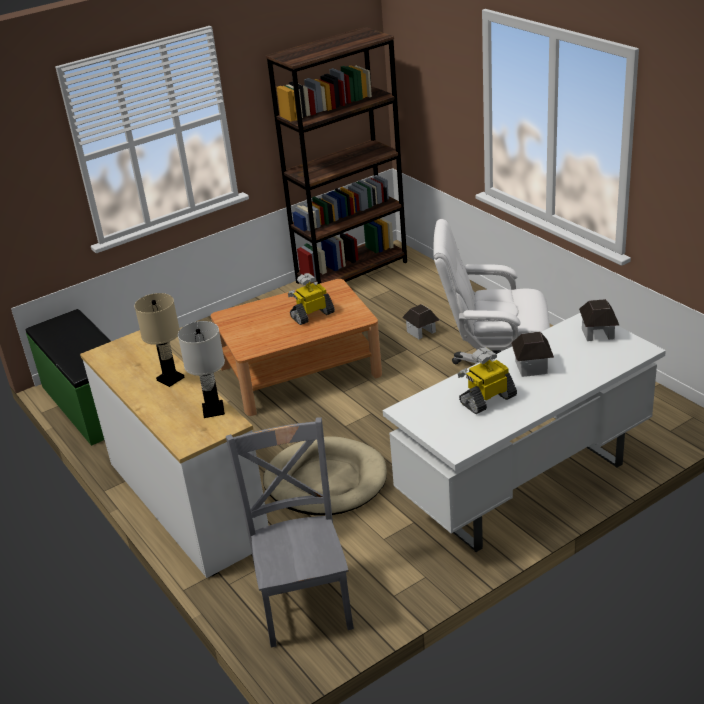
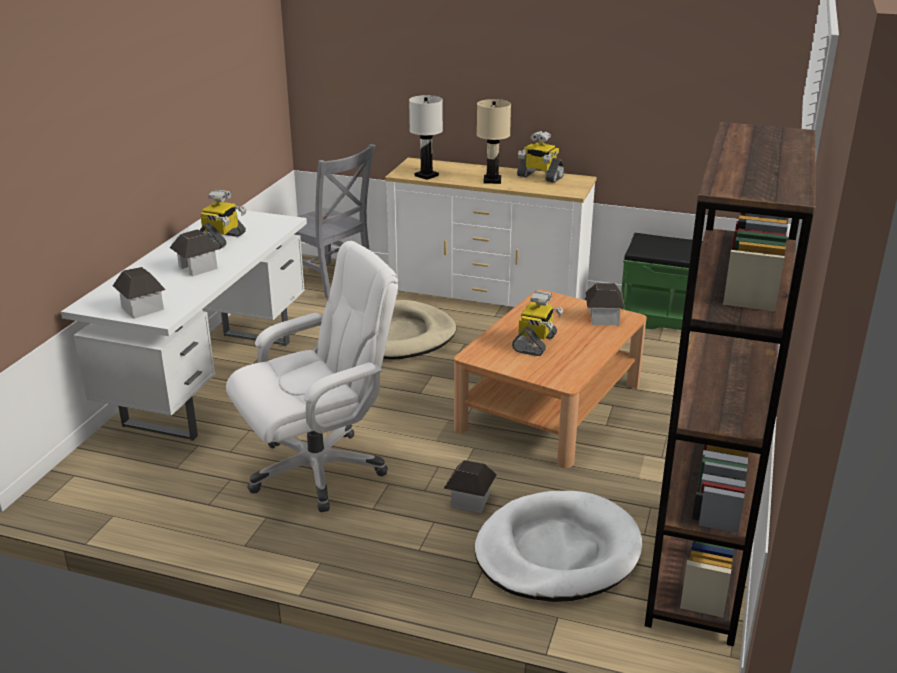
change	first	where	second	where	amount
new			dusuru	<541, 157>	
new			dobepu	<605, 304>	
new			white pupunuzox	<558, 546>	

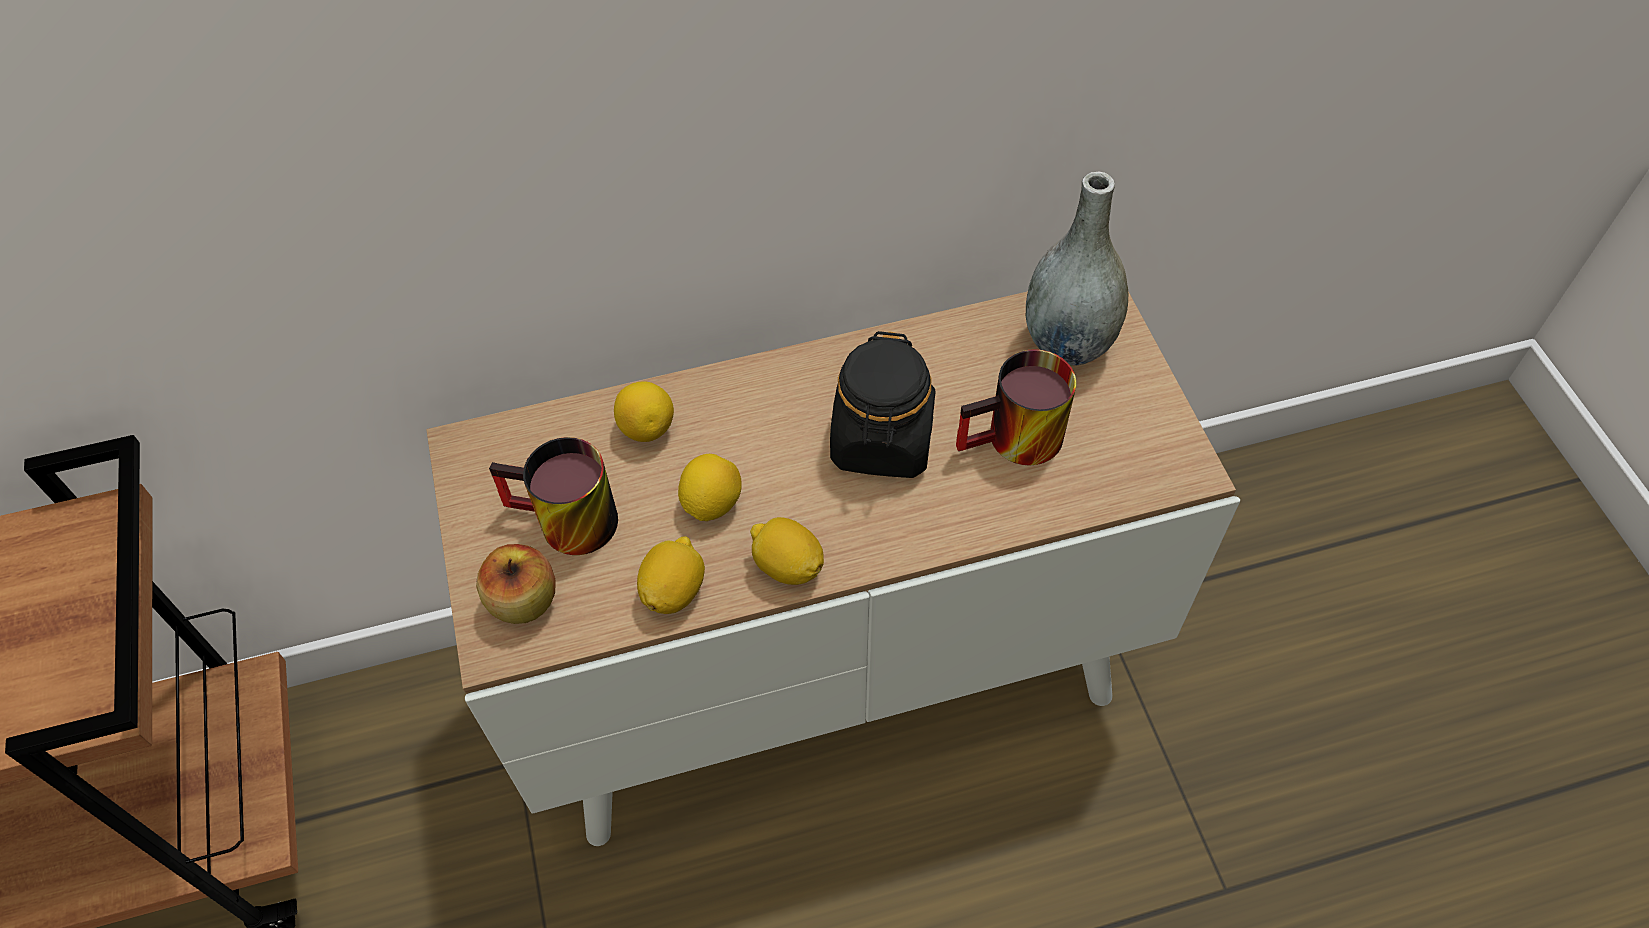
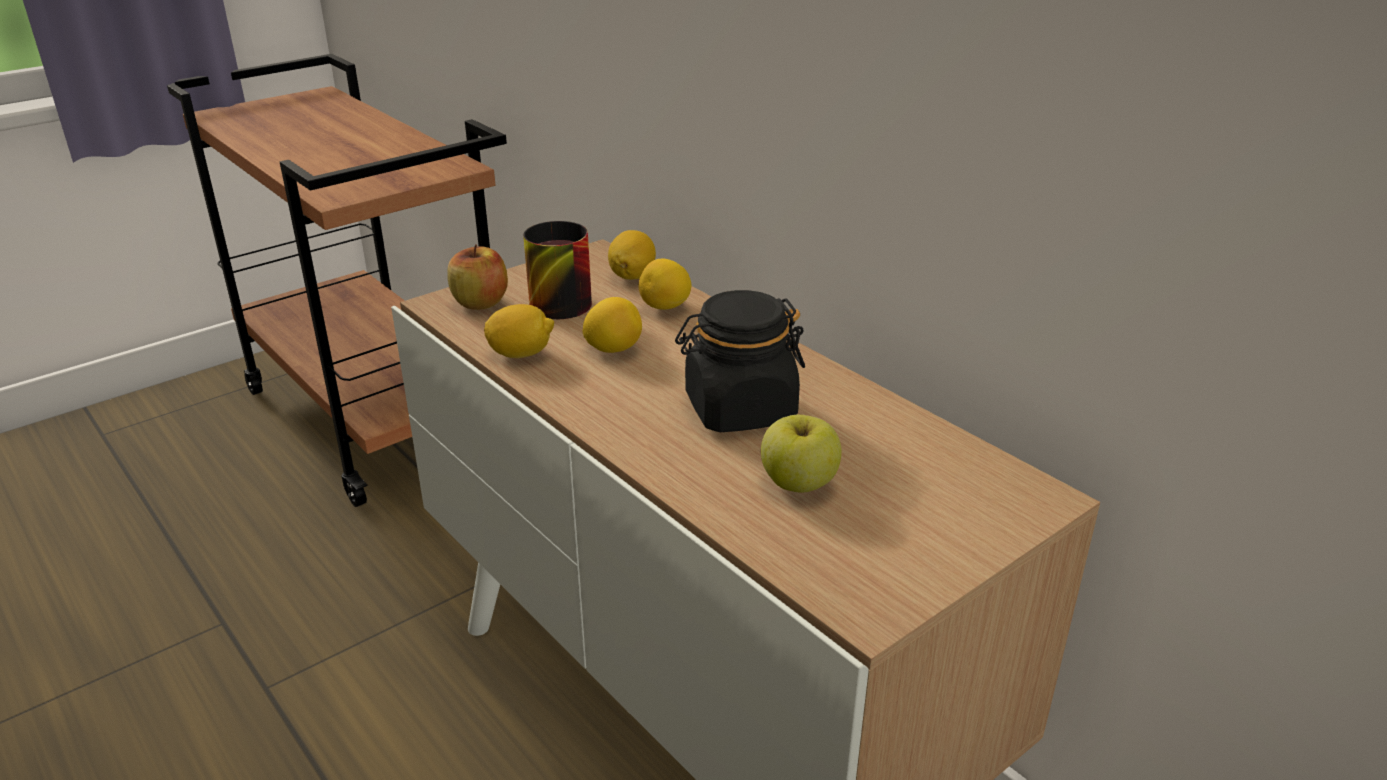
change	first	where	second	where	amount
gone	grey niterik	<1077, 269>			
swapped	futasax	<1016, 407>	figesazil	<801, 454>	
shifted	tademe	<787, 551>		<632, 255>	

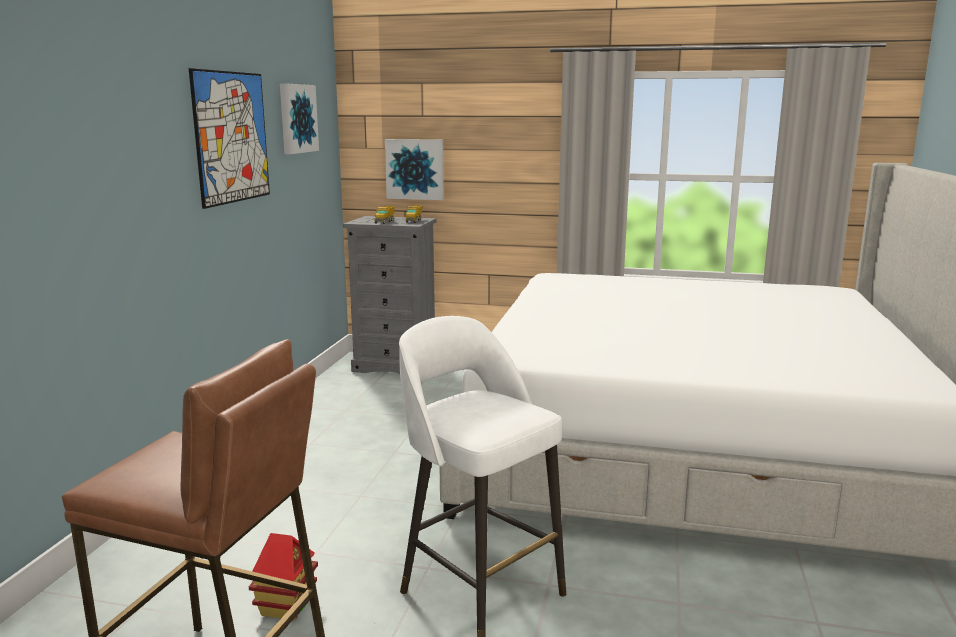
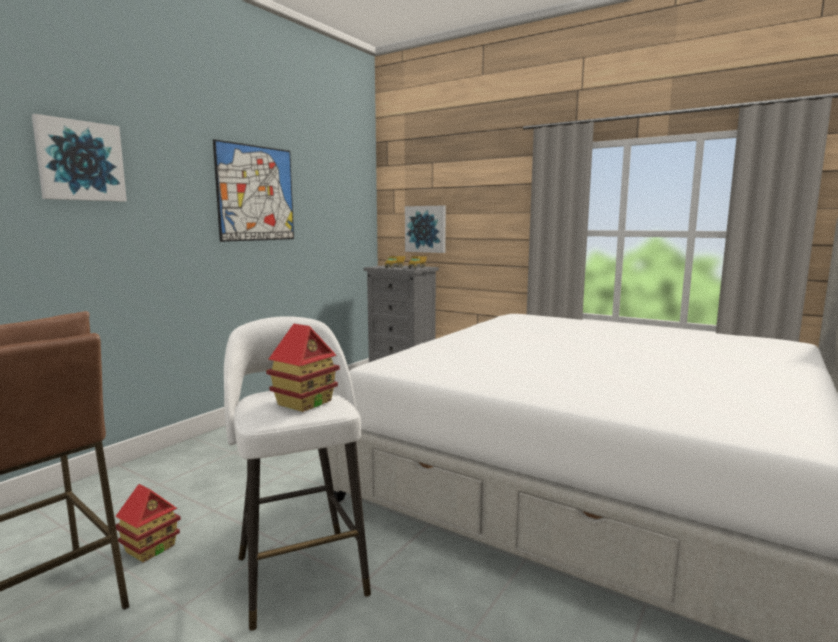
change	first	where	second	where	amount
shifted	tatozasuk	<299, 118>		<79, 158>	
new			dobepu	<302, 368>	

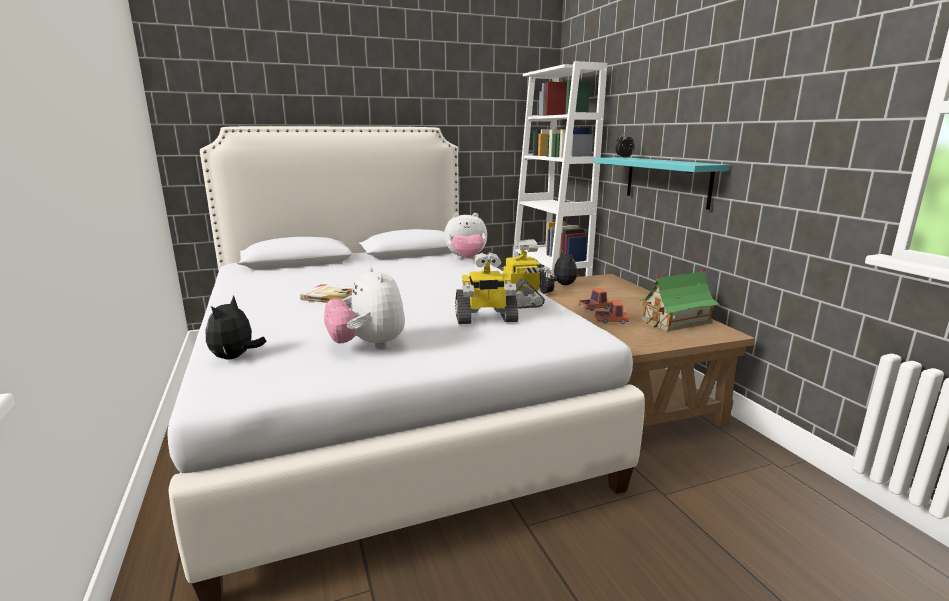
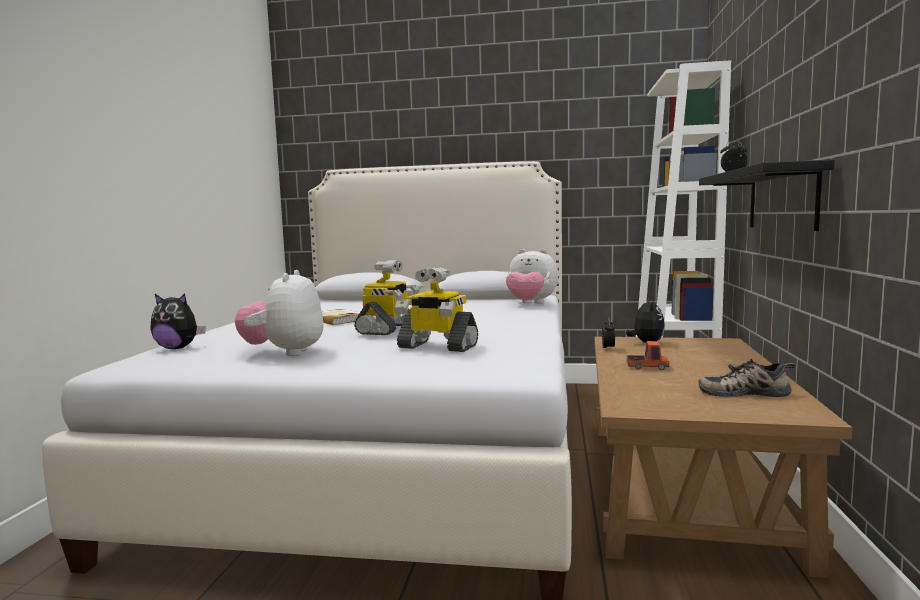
change	first	where	second	where	amount
repainted	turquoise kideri	<661, 183>	black kideri	<767, 195>	
shifted	dusuru	<527, 274>		<387, 297>	
swapped	dobepu	<678, 299>	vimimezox	<746, 378>	
rotated	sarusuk	<236, 327>		<178, 321>	120 degrees counterclockwise
gone	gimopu	<612, 312>			

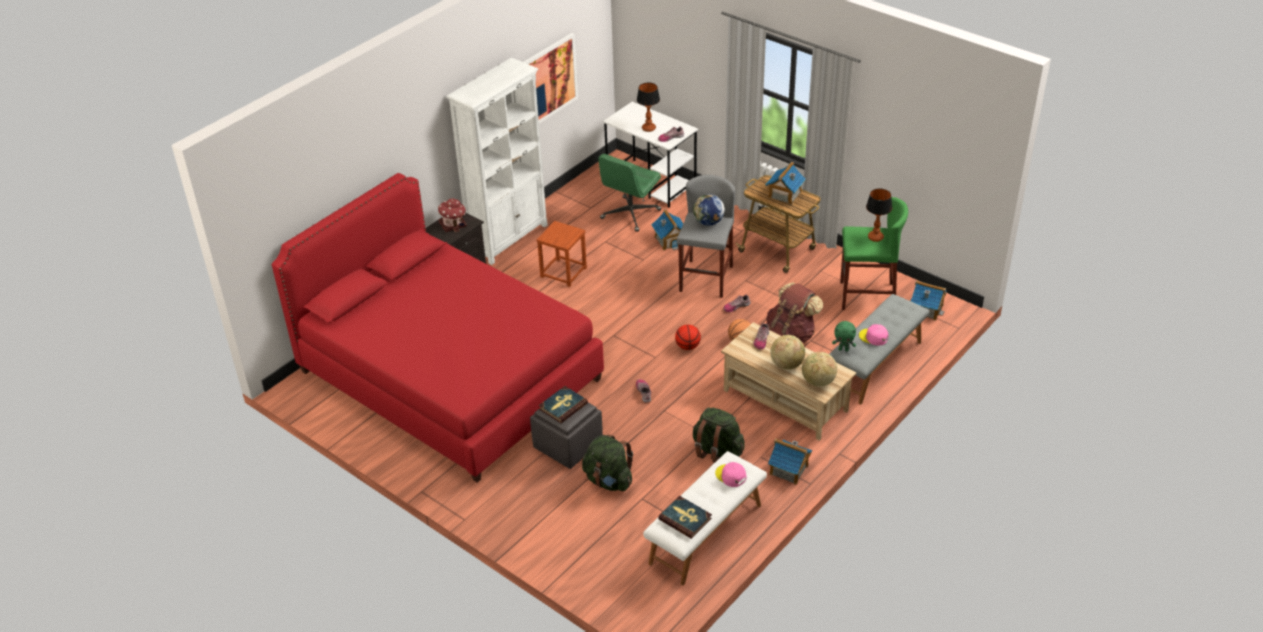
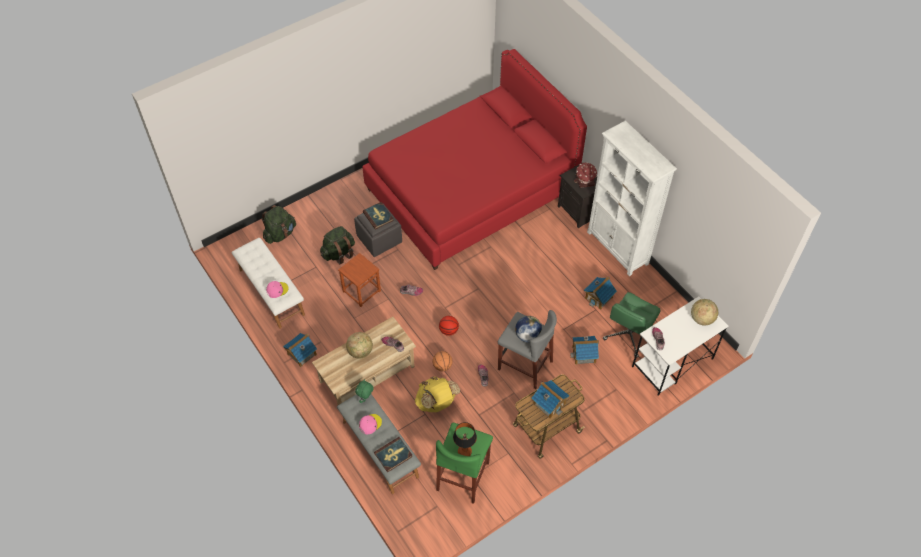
change	first	where	second	where	amount
gone	tatozasuk	<551, 78>			
gone	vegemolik	<648, 107>			
rotated	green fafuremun	<629, 193>		<632, 325>	105 degrees counterclockwise
shifted	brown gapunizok	<561, 254>		<359, 280>	
shifted	dobepu	<929, 300>		<600, 293>	
repainted	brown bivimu	<794, 312>	yellow bivimu	<437, 394>	
shifted	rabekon	<819, 369>		<704, 312>	
shifted	green bivimu	<719, 435>		<279, 224>	
shifted	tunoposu	<685, 517>		<393, 455>	

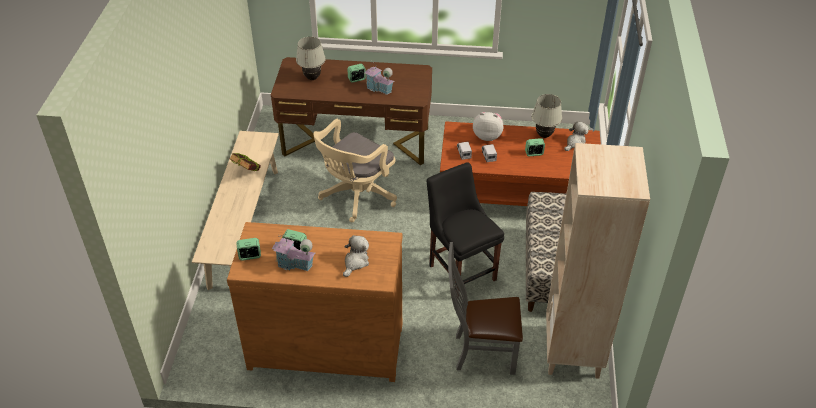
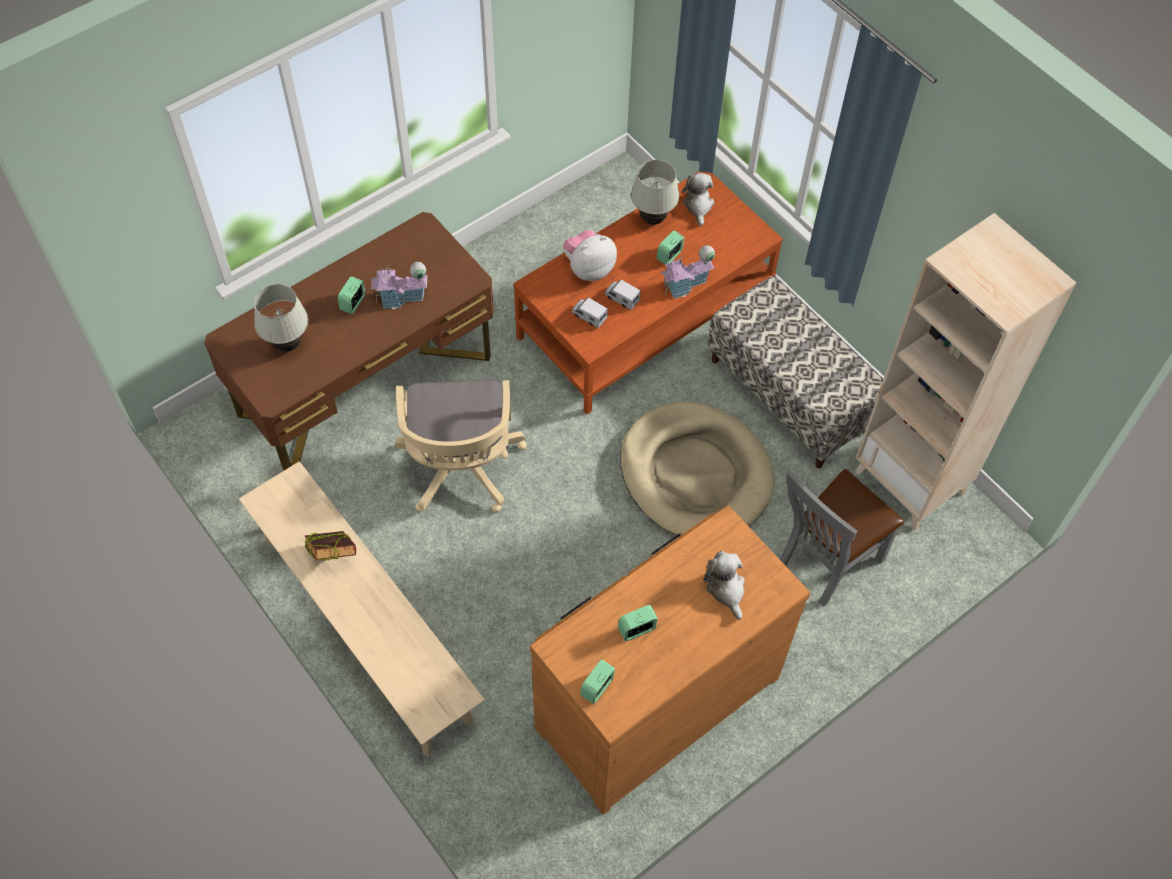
change	first	where	second	where	amount
swapped	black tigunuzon	<465, 230>	beige pupunuzox	<697, 469>	
shifted	dobepu	<293, 252>		<688, 272>	

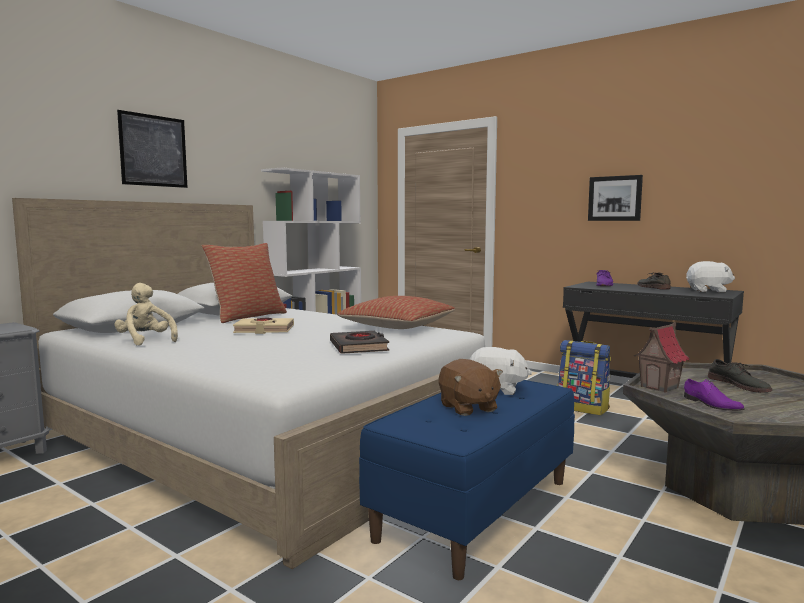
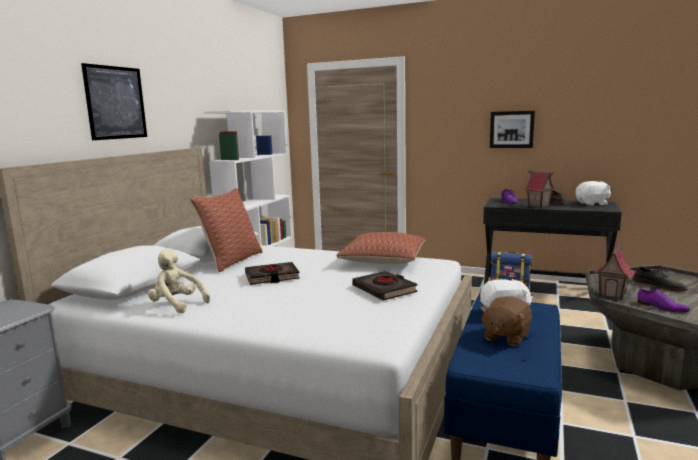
change	first	where	second	where	amount
repainted	beige tunoposu	<263, 326>	black tunoposu	<272, 273>	
rotated	brown sarusuk	<470, 387>		<506, 321>	75 degrees clockwise
new			dobepu	<540, 189>	

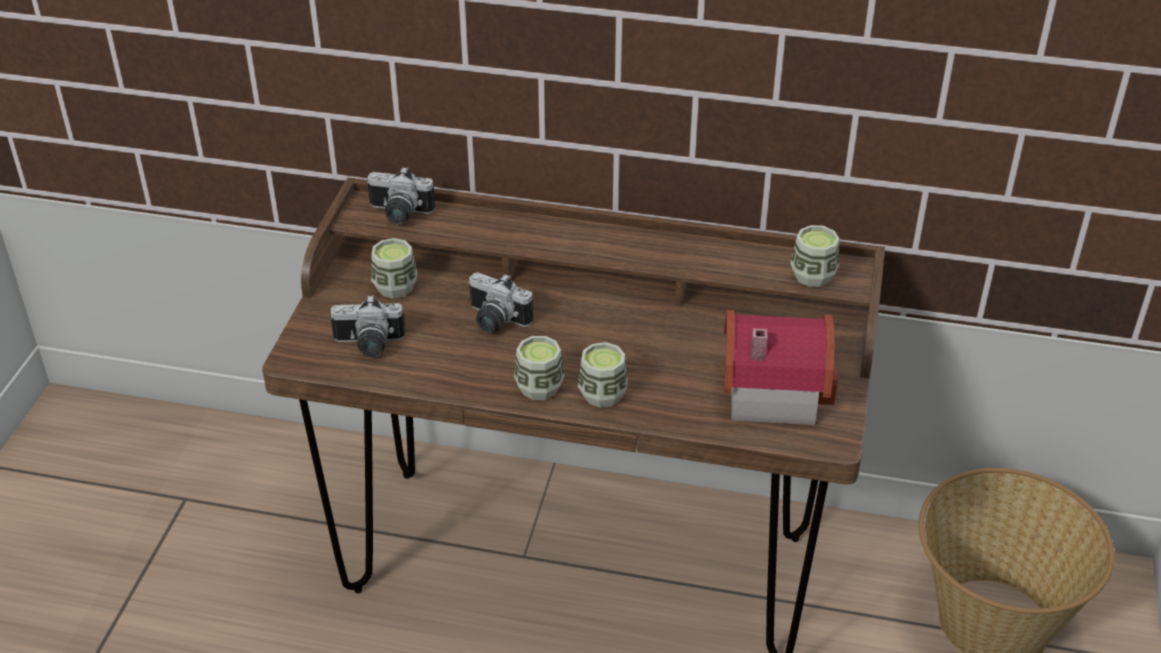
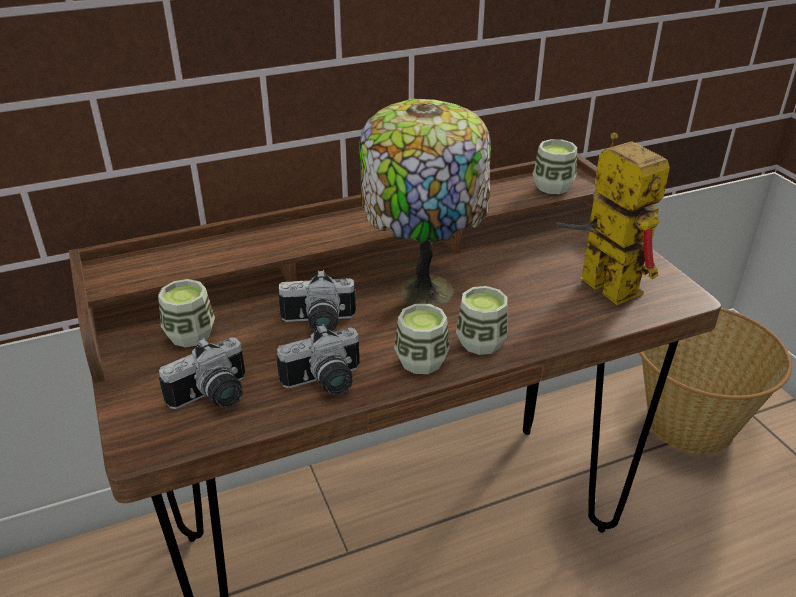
change	first	where	second	where	amount
shifted	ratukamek	<401, 195>		<317, 360>	
swapped	dobepu	<781, 367>	dusuru	<613, 219>	
new			vegemolik	<425, 202>	

